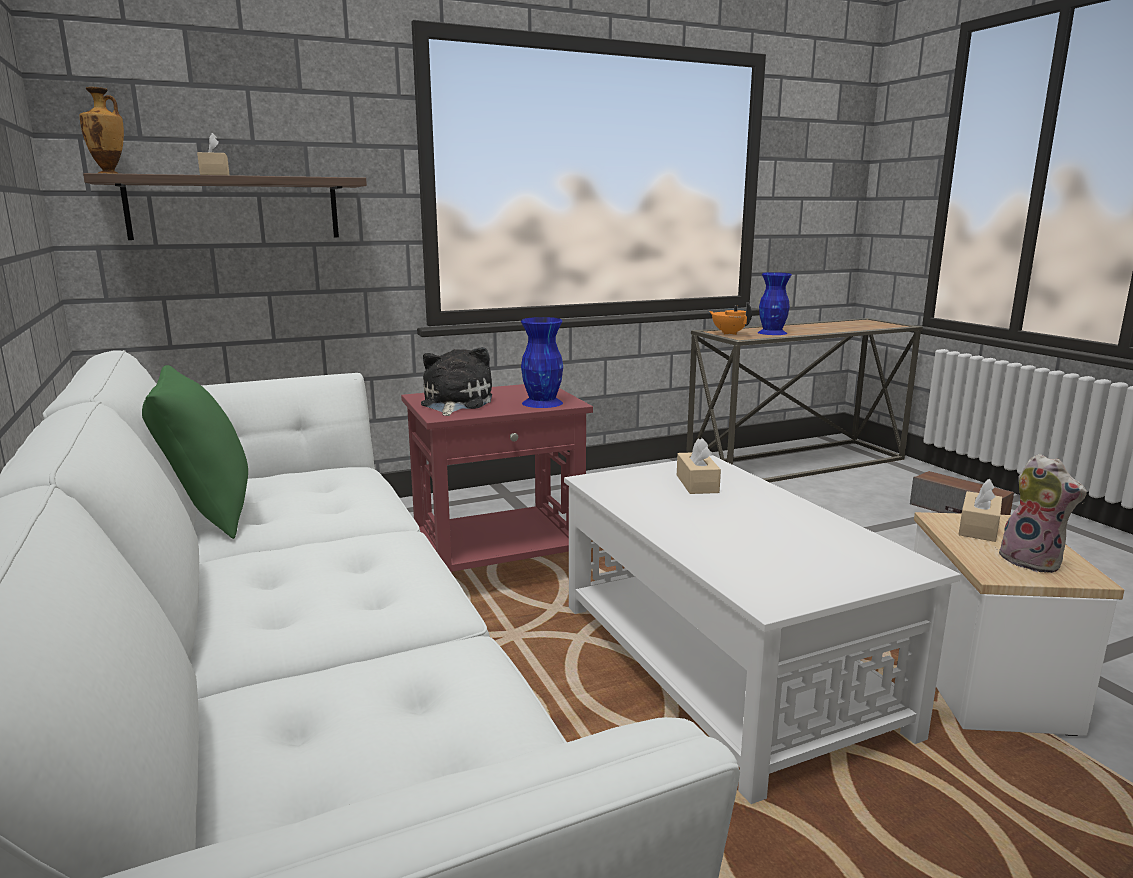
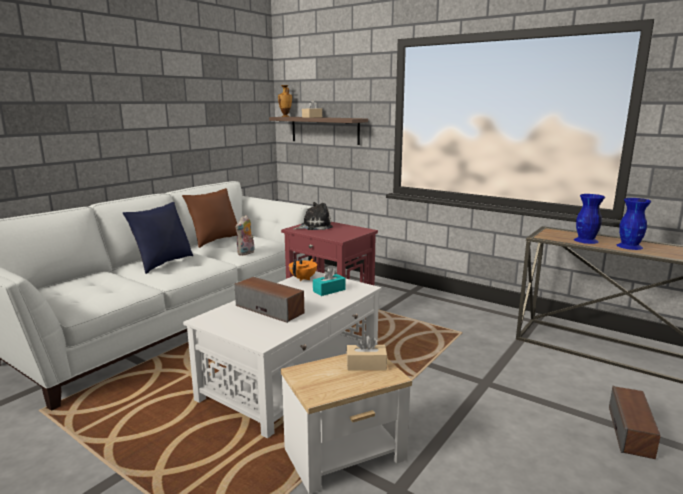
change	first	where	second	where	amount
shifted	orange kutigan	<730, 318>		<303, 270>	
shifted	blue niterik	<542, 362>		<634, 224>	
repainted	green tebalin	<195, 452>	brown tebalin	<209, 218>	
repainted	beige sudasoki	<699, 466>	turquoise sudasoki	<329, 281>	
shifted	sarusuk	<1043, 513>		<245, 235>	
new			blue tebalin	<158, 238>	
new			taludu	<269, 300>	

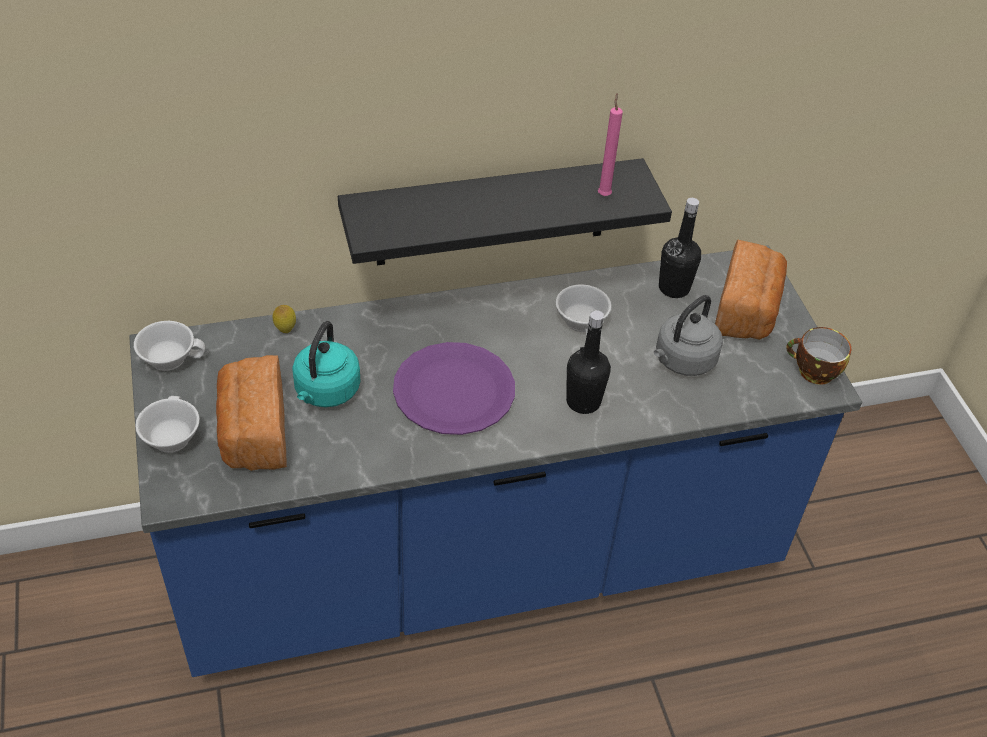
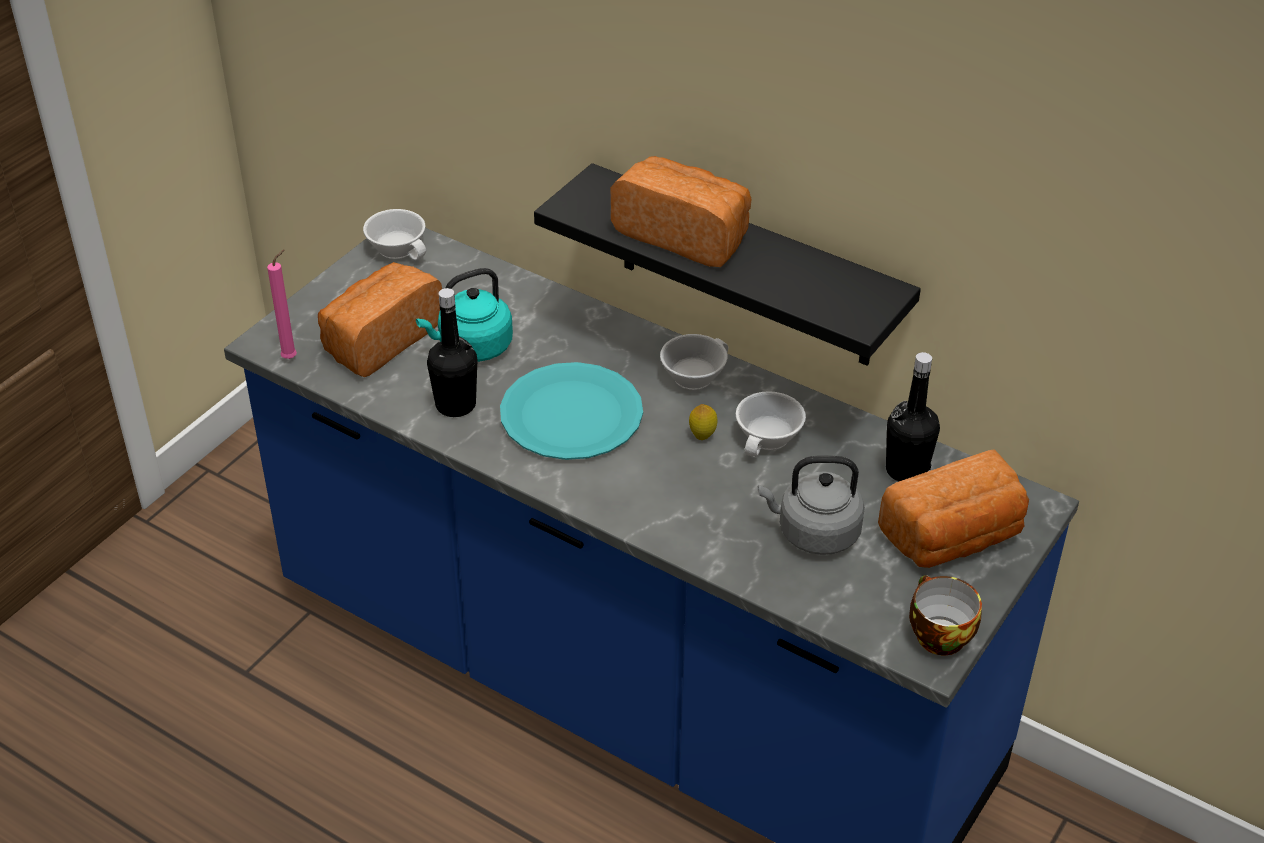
change	first	where	second	where	amount
shifted	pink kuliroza	<610, 144>		<282, 304>	
shifted	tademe	<284, 319>		<703, 422>	
shifted	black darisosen	<588, 362>		<452, 352>	
repainted	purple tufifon	<454, 388>	turquoise tufifon	<571, 411>	
shifted	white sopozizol	<167, 424>		<694, 362>	
new			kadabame	<680, 211>	

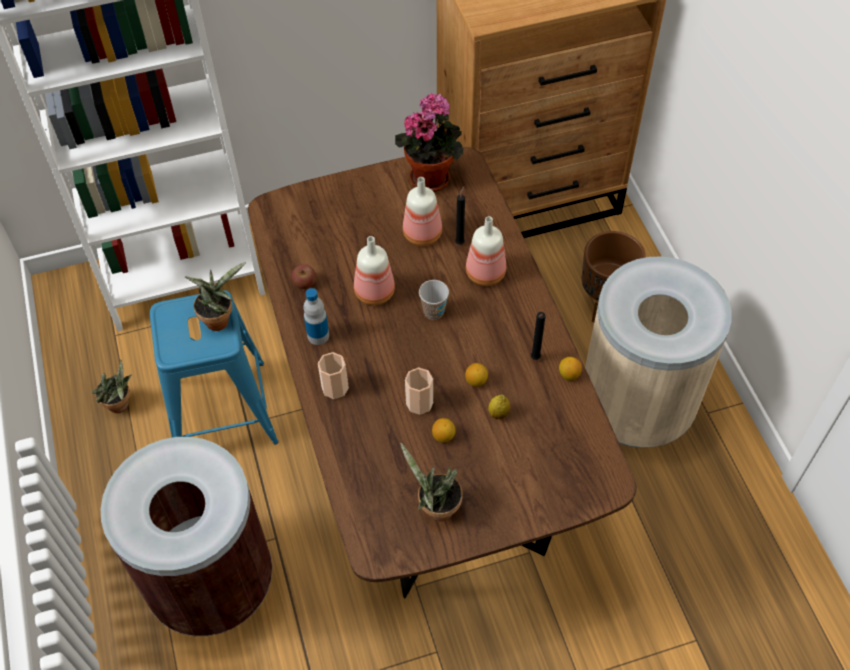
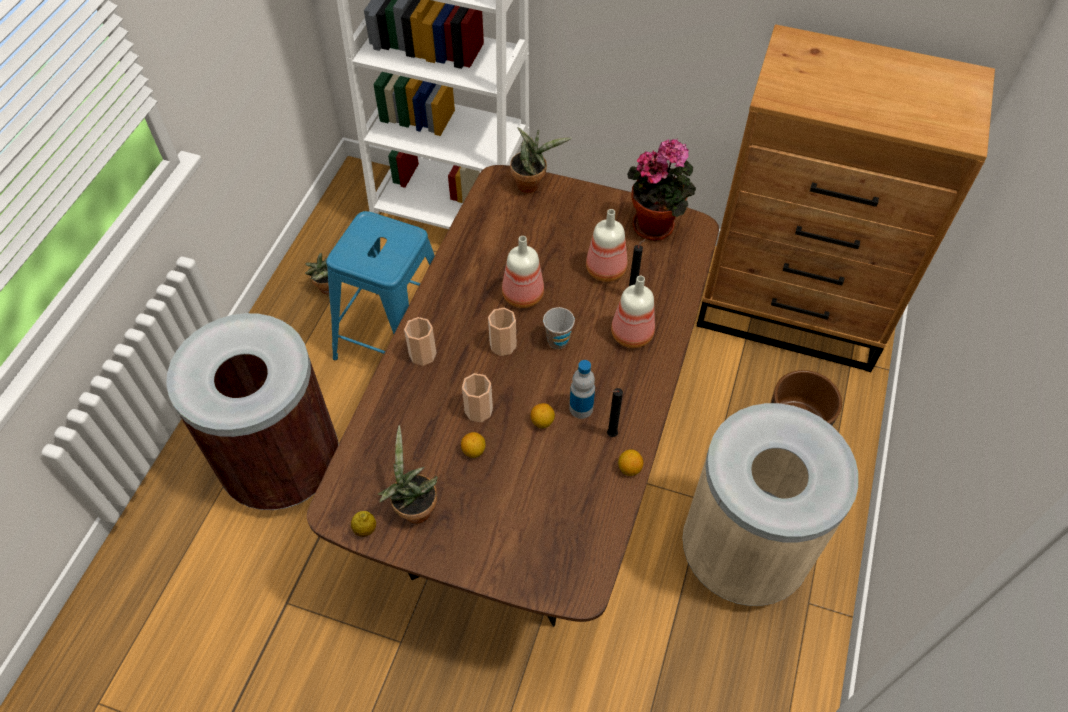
change	first	where	second	where	amount
shifted	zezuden	<215, 296>		<541, 160>	
gone	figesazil	<303, 276>			
shifted	darisosen	<316, 316>		<582, 389>	
shifted	tademe	<499, 407>		<363, 524>	
new			sopozizol	<502, 332>	

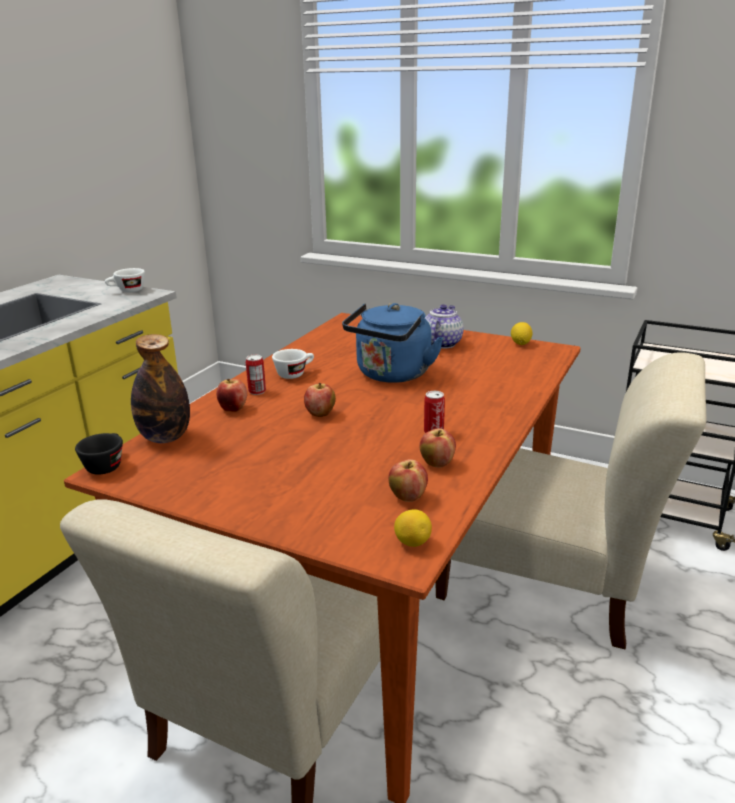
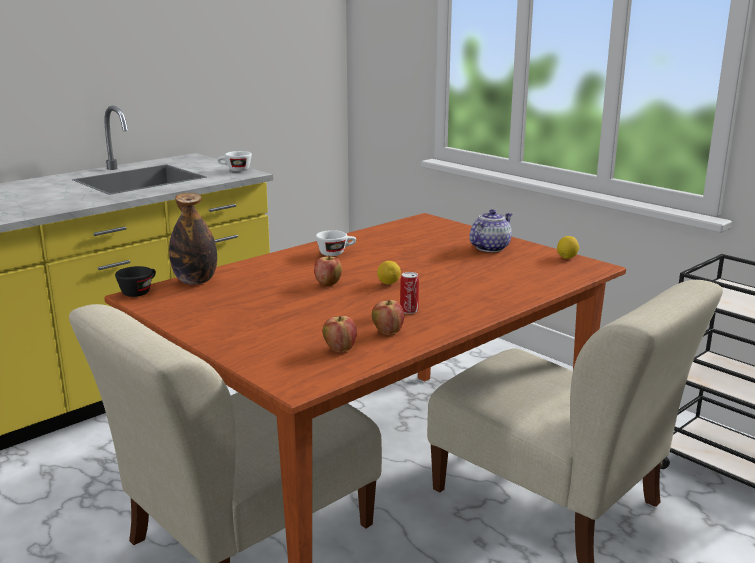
change	first	where	second	where	amount
gone	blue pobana	<392, 343>			
gone	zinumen	<256, 375>			
gone	figesazil	<231, 395>			
shifted	tademe	<413, 528>		<389, 272>	

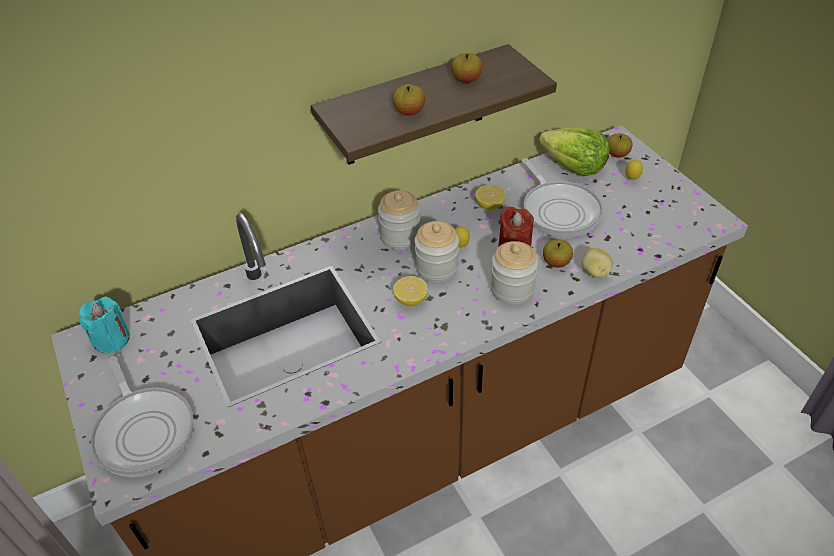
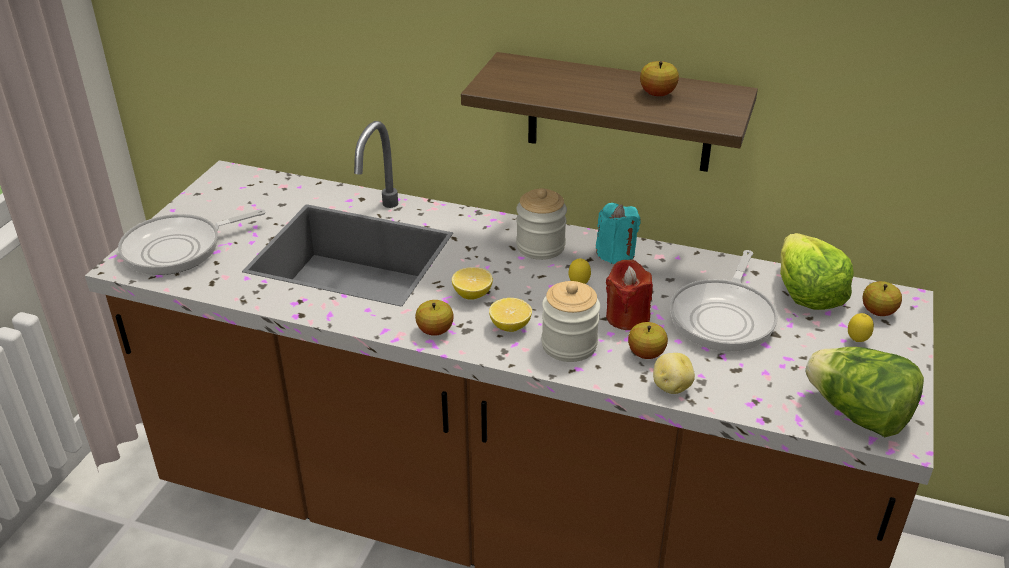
change	first	where	second	where	amount
shifted	figesazil	<408, 100>		<434, 318>	
shifted	tademe	<490, 197>		<510, 315>	
gone	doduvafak	<437, 252>			
shifted	turquoise kuliroza	<104, 324>		<618, 233>	
rotated	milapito	<142, 416>		<192, 242>	45 degrees clockwise
new			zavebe	<864, 392>	

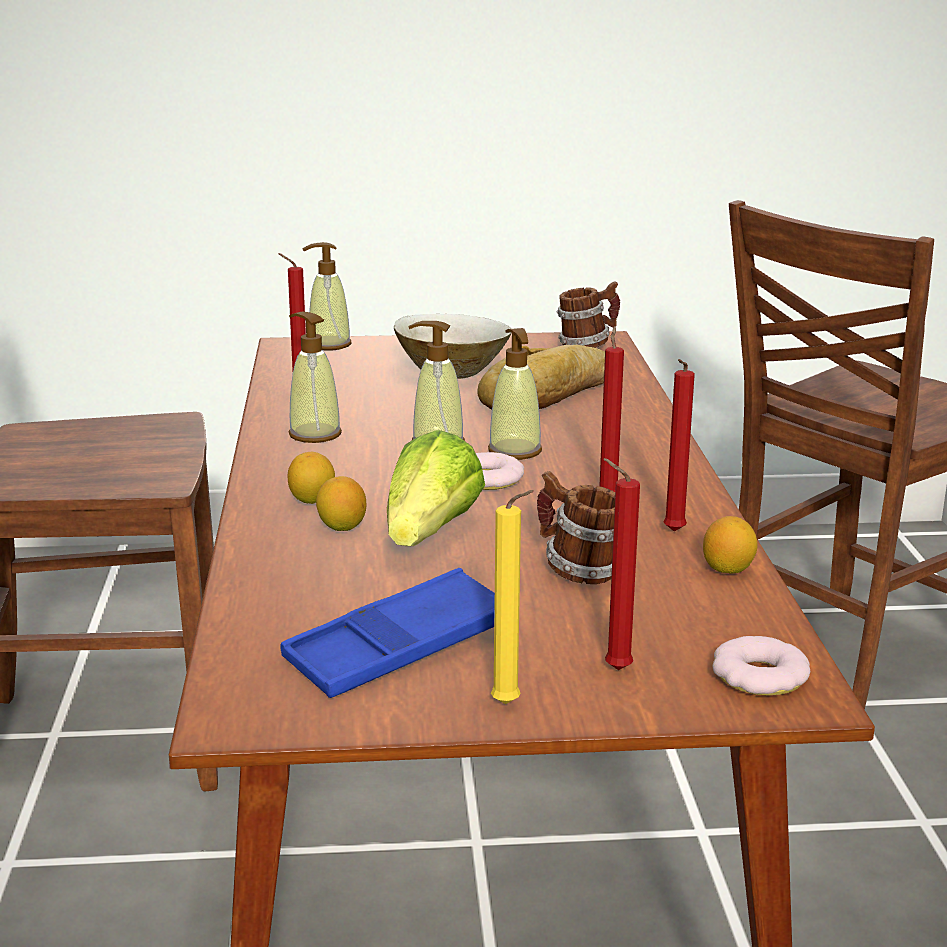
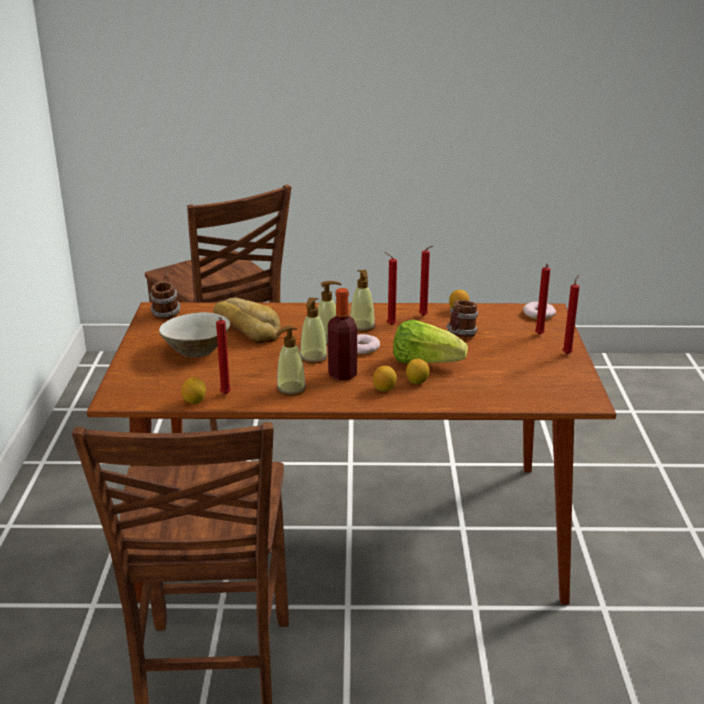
change	first	where	second	where	amount
shifted	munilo	<327, 296>		<362, 301>	
repainted	yellow kuliroza	<512, 597>	red kuliroza	<571, 314>	
gone	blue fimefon	<387, 633>			
new			darisosen	<342, 334>	
new			tademe	<193, 390>	

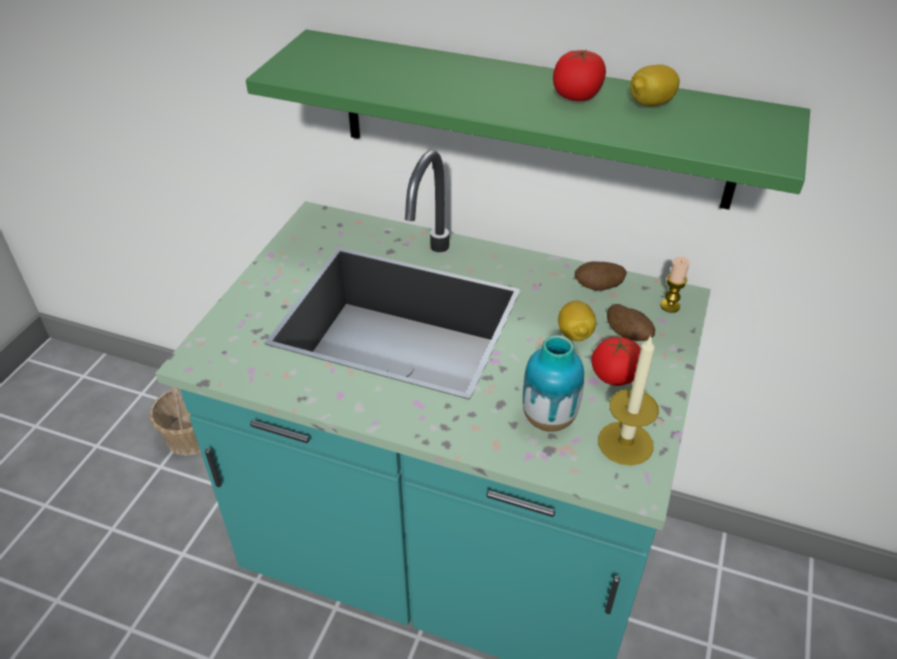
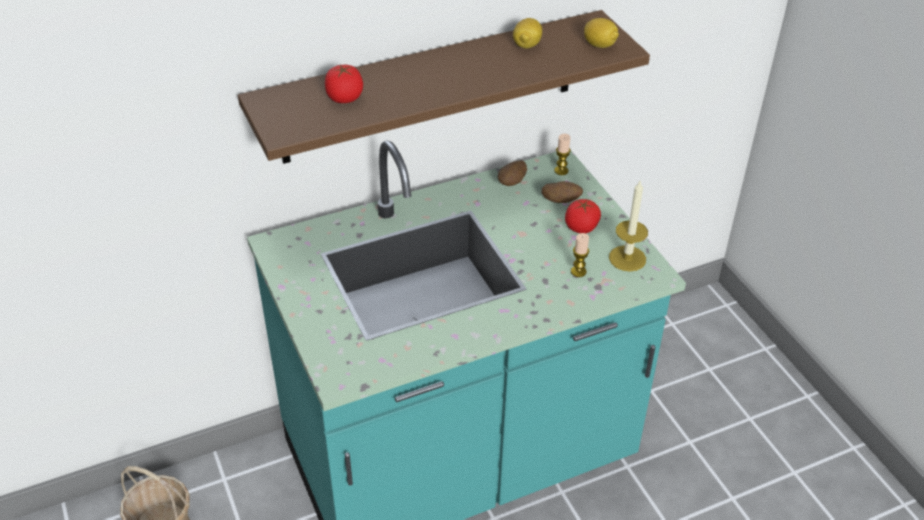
change	first	where	second	where	amount
repainted	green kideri	<528, 120>	brown kideri	<444, 87>	
shifted	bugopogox	<579, 75>		<344, 84>	
shifted	tademe	<577, 321>		<601, 33>	
swapped	niterik	<553, 383>	kuliroza	<580, 255>	

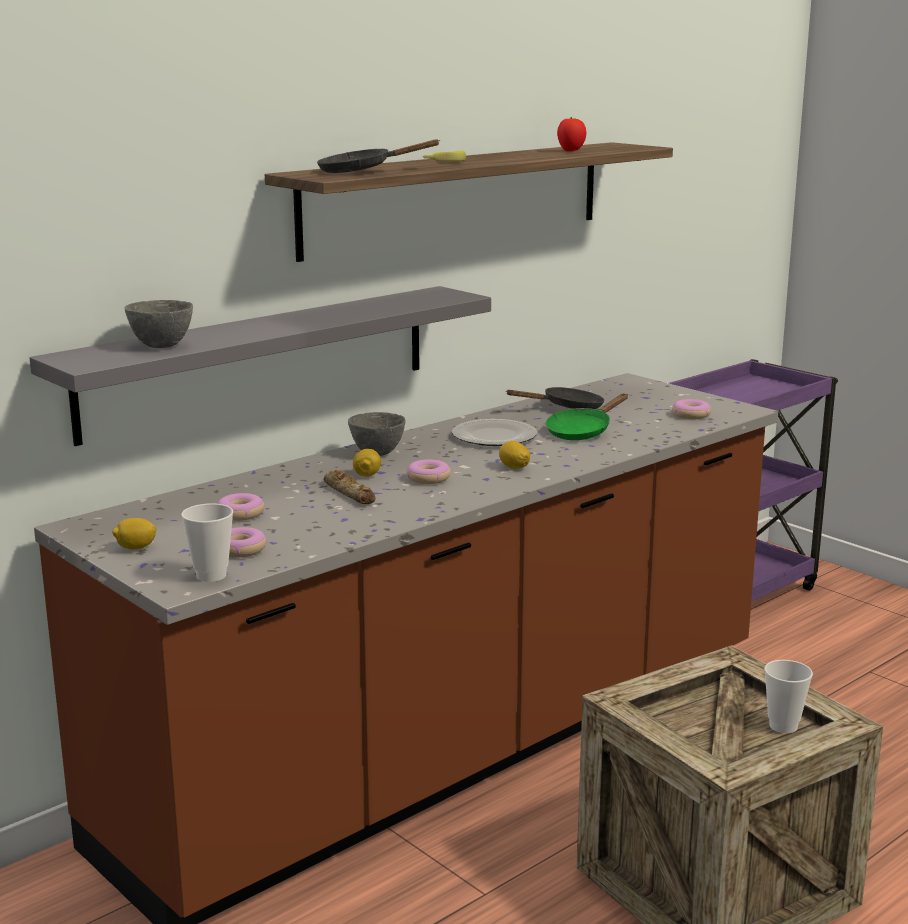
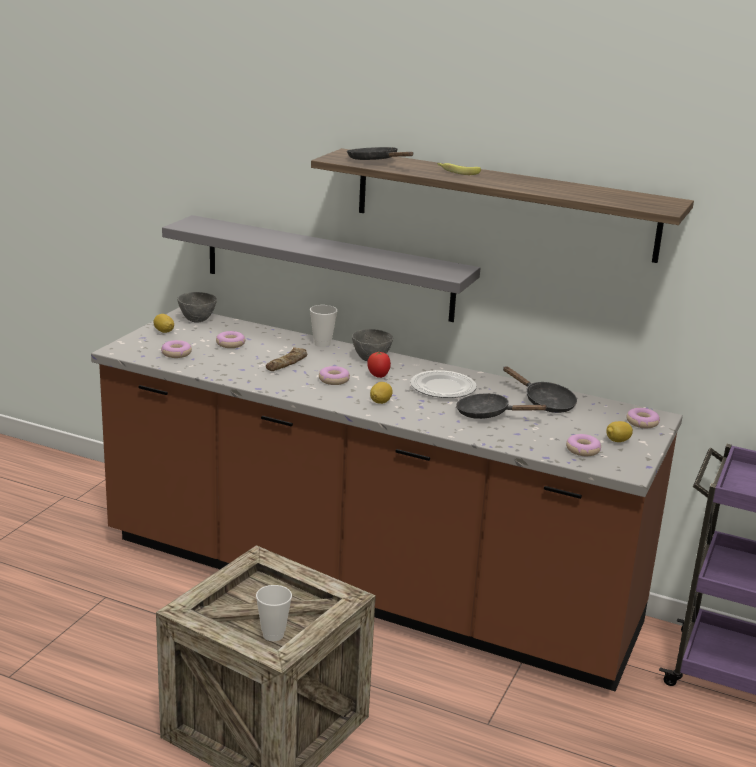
change	first	where	second	where	amount
shifted	bugopogox	<571, 134>		<379, 365>	
shifted	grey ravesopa	<159, 324>		<197, 307>	
repainted	green milapito	<587, 417>	black milapito	<502, 406>	
shifted	tademe	<367, 463>		<619, 431>	
shifted	sopozizol	<207, 542>		<323, 326>	
new			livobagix	<643, 418>	

